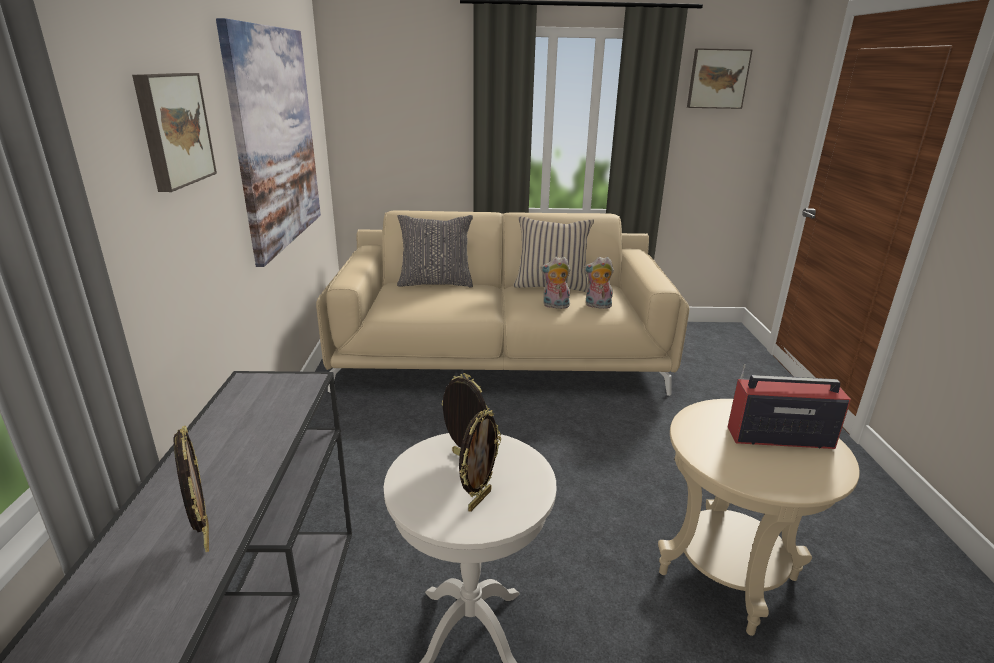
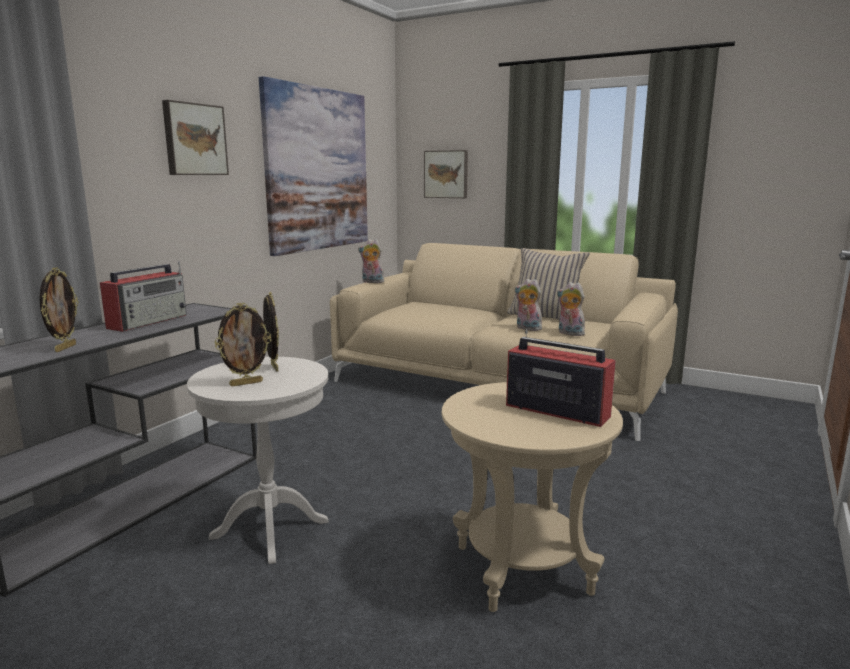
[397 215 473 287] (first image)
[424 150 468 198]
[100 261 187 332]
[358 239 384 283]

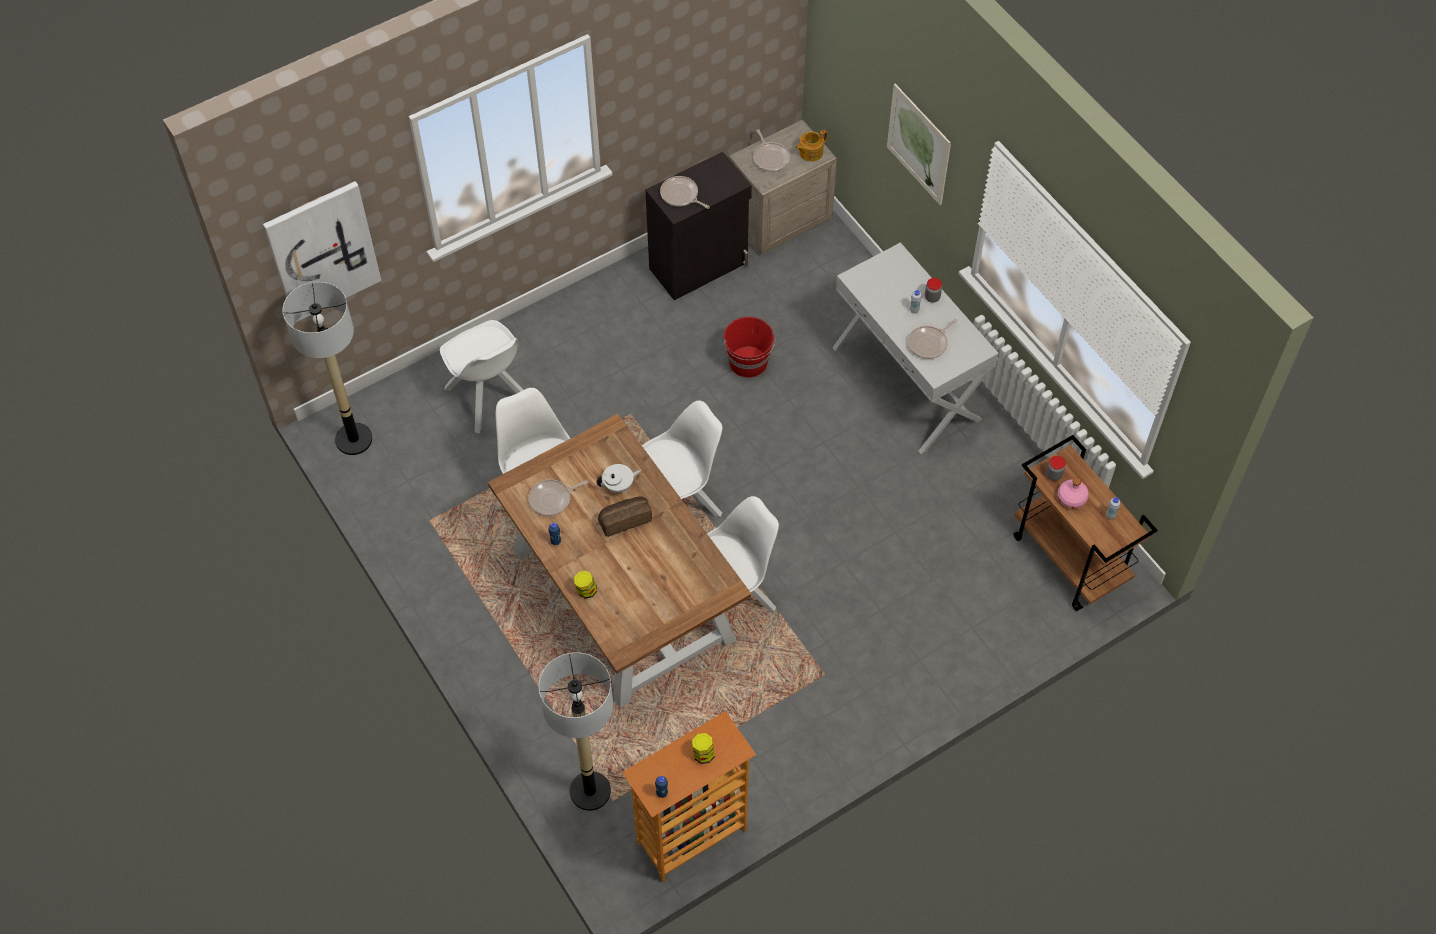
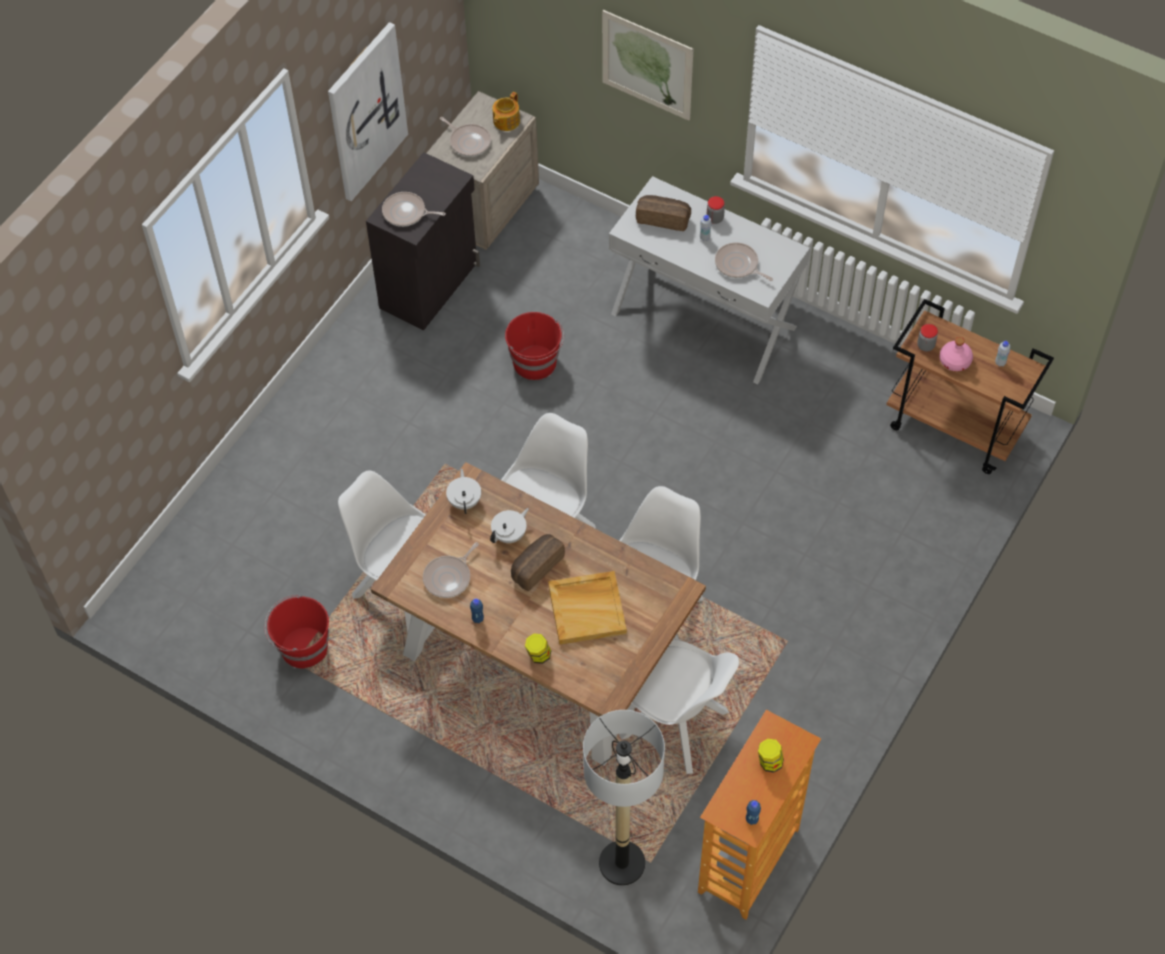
[328 22 408 201]
[283 282 372 455] (first image)
[619 639 739 774]
[715 242 773 281]
[265 595 329 669]
[446 469 481 514]
[548 571 627 645]
[636 195 691 231]

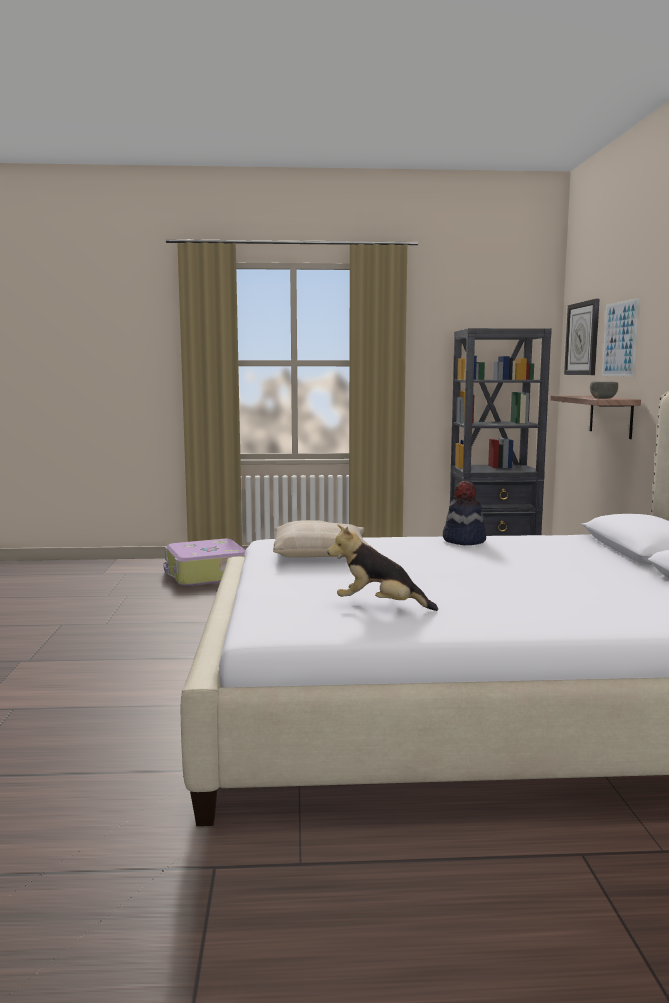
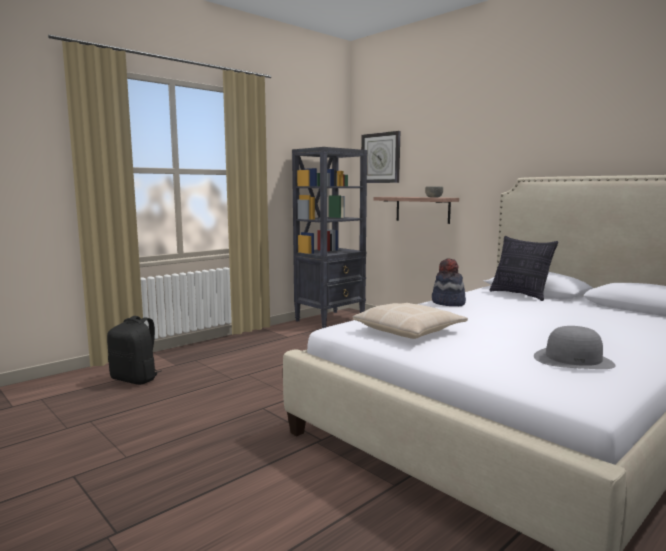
[107 316 162 385]
[534 326 615 369]
[602 298 639 377] (first image)
[489 236 558 301]

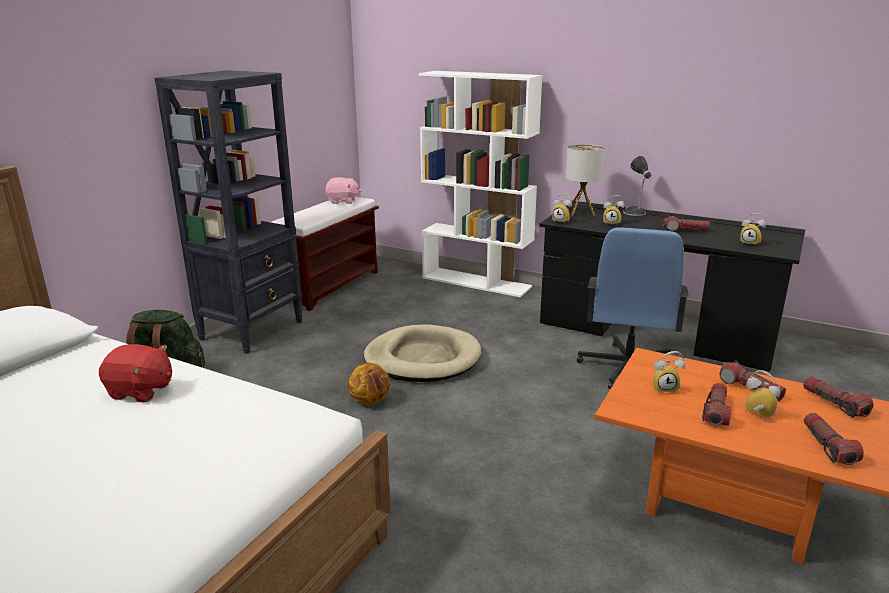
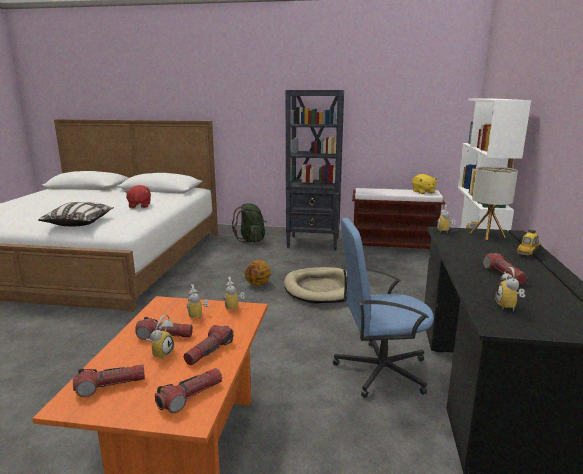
[412 174 438 194]
[224 277 245 310]
[517 229 541 257]
[38 202 114 226]

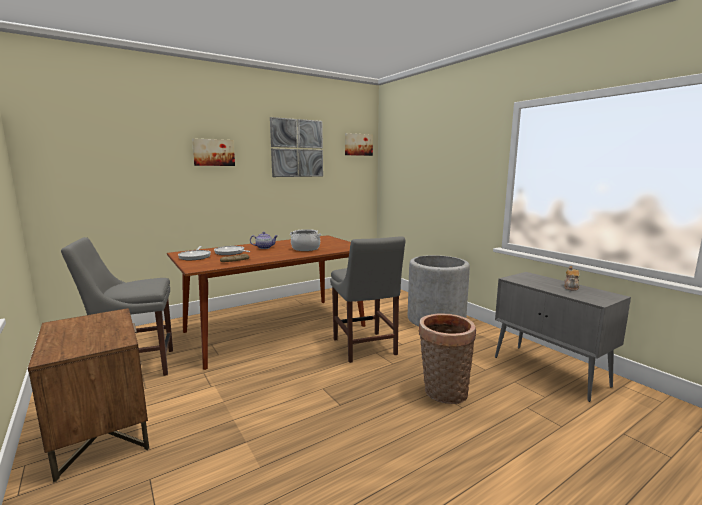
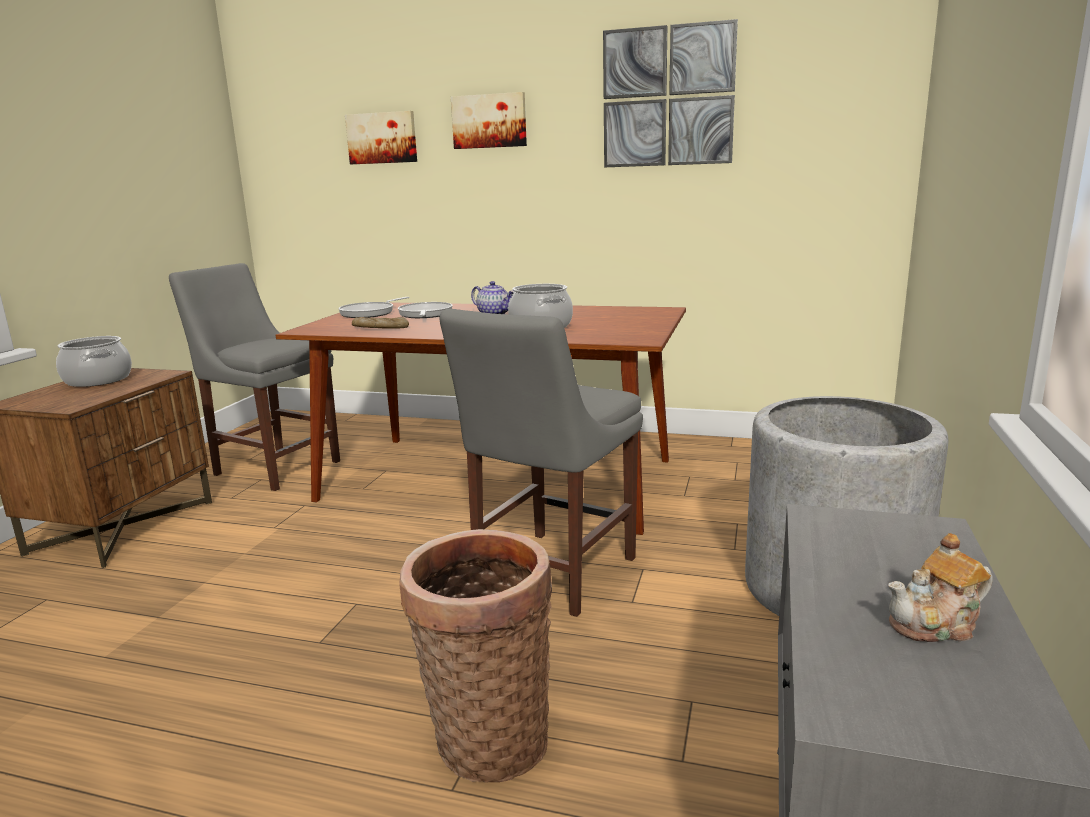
[345 111 417 164]
[56 336 132 387]

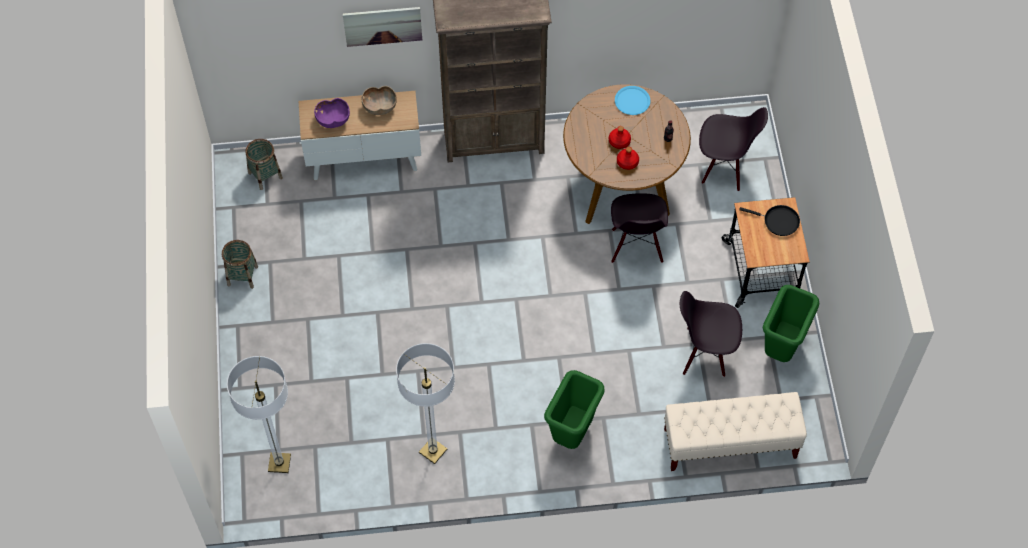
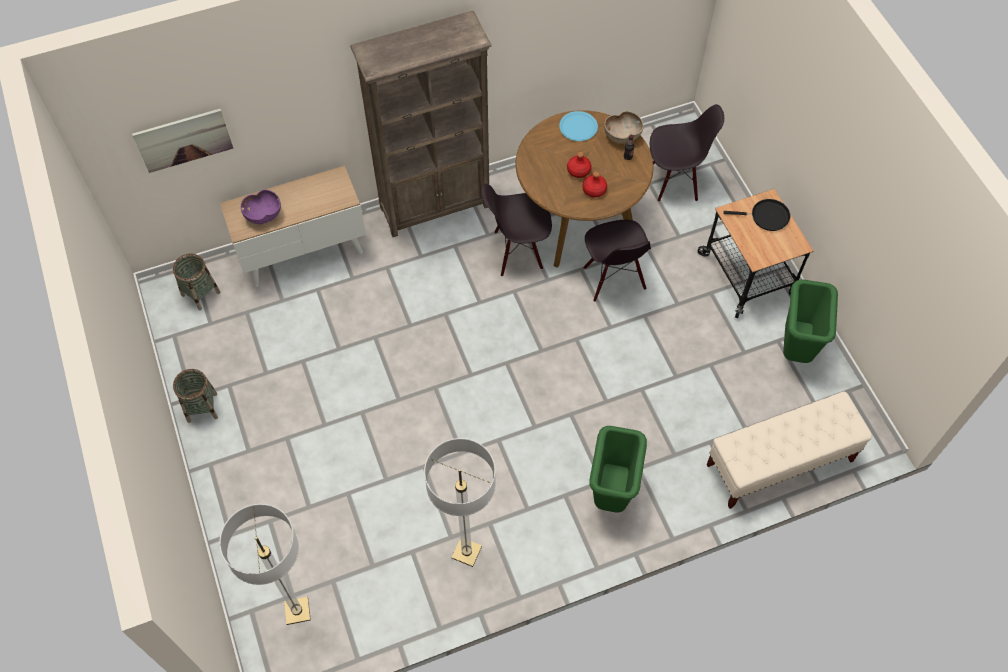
[132 109 233 173]
[604 111 644 144]
[482 183 552 276]

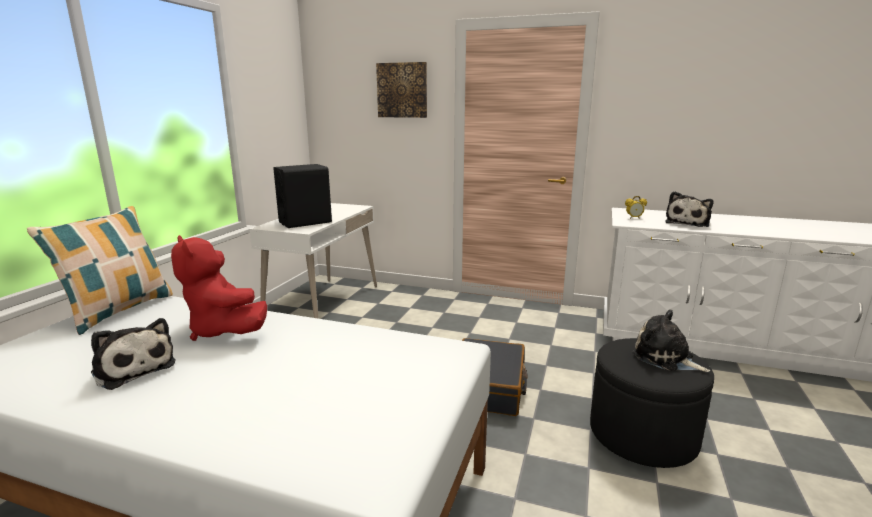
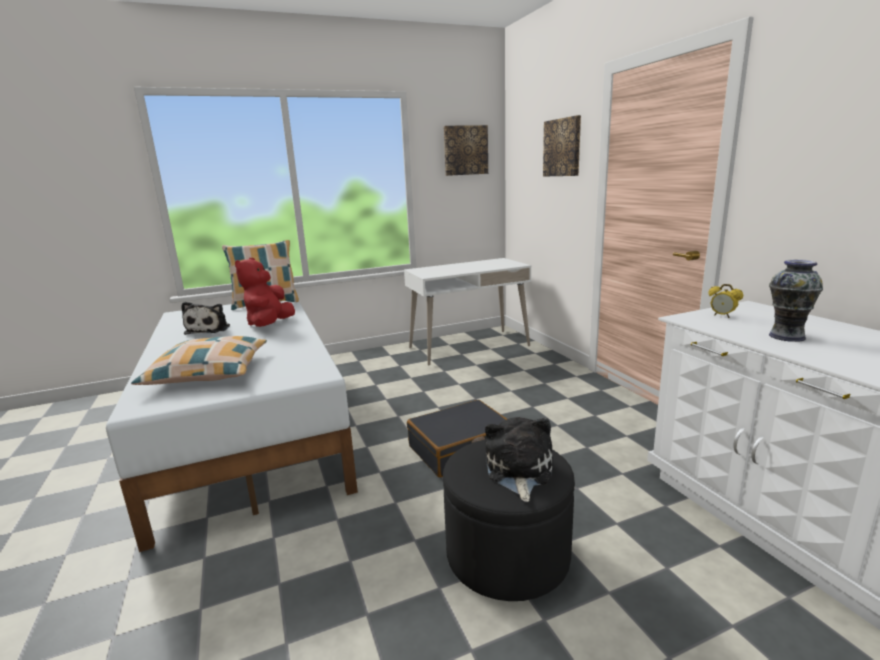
[273 164 332 228] (first image)
[769 259 823 342]
[131 336 267 385]
[444 125 488 176]

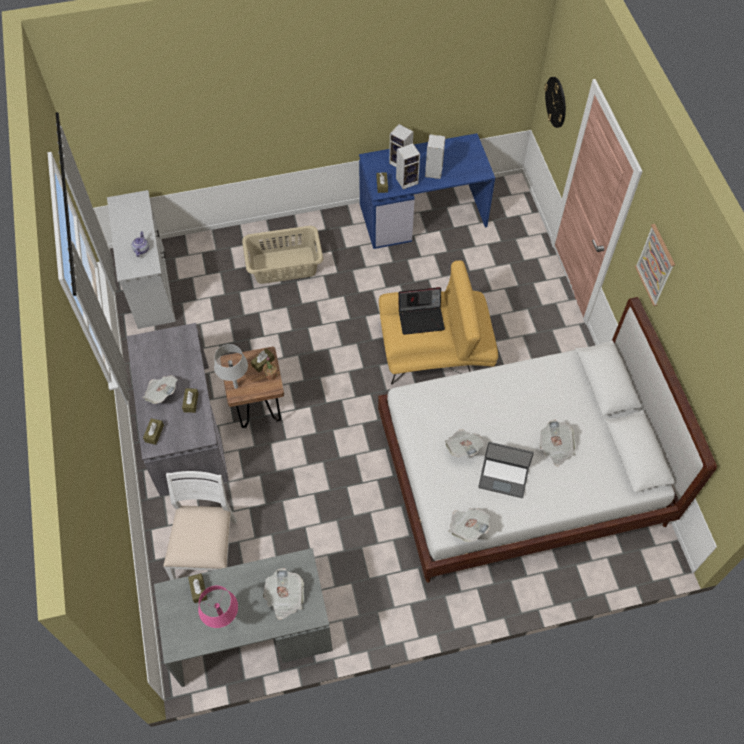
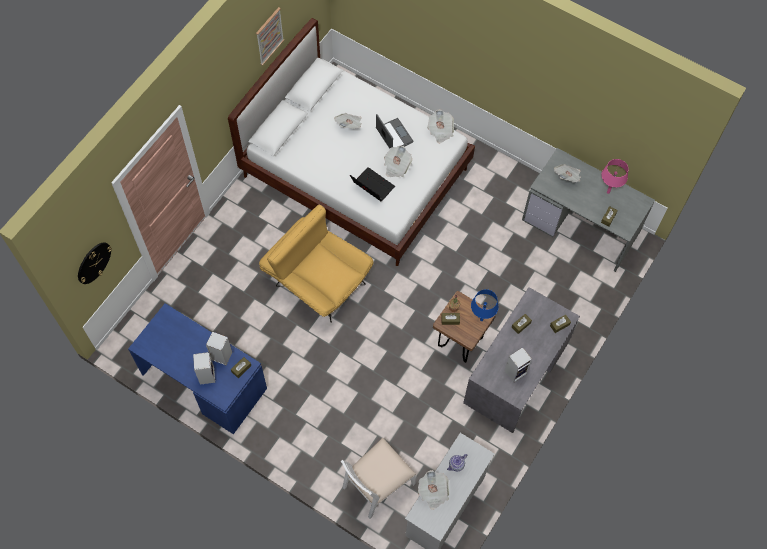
[418 470 449 510]
[341 438 416 519]
[471 289 499 321]
[242 226 323 284] (first image)
[350 167 395 201]
[505 347 532 383]
[256 7 284 66]

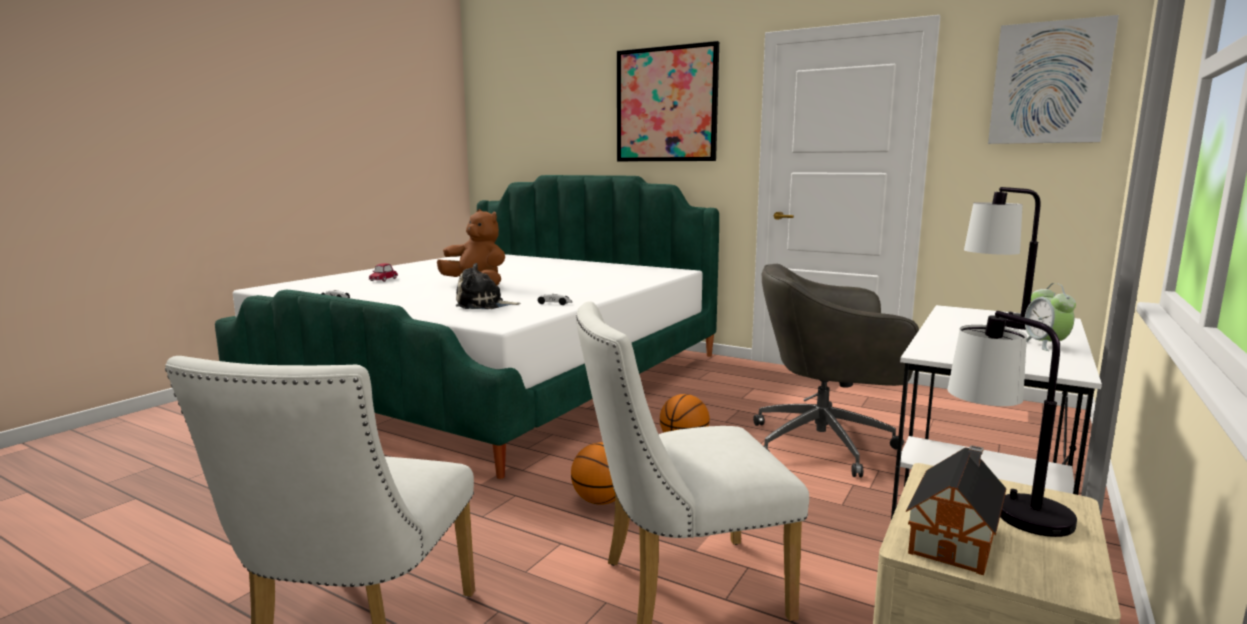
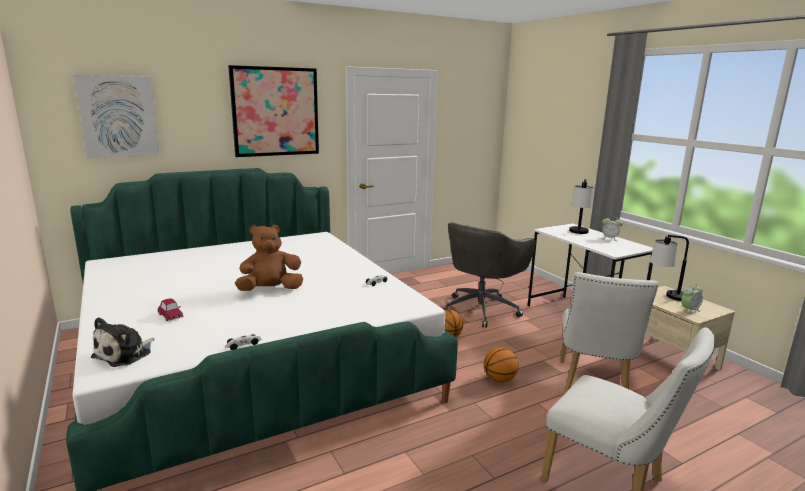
[91 317 155 367]
[681 284 703 314]
[74 75 160 158]

